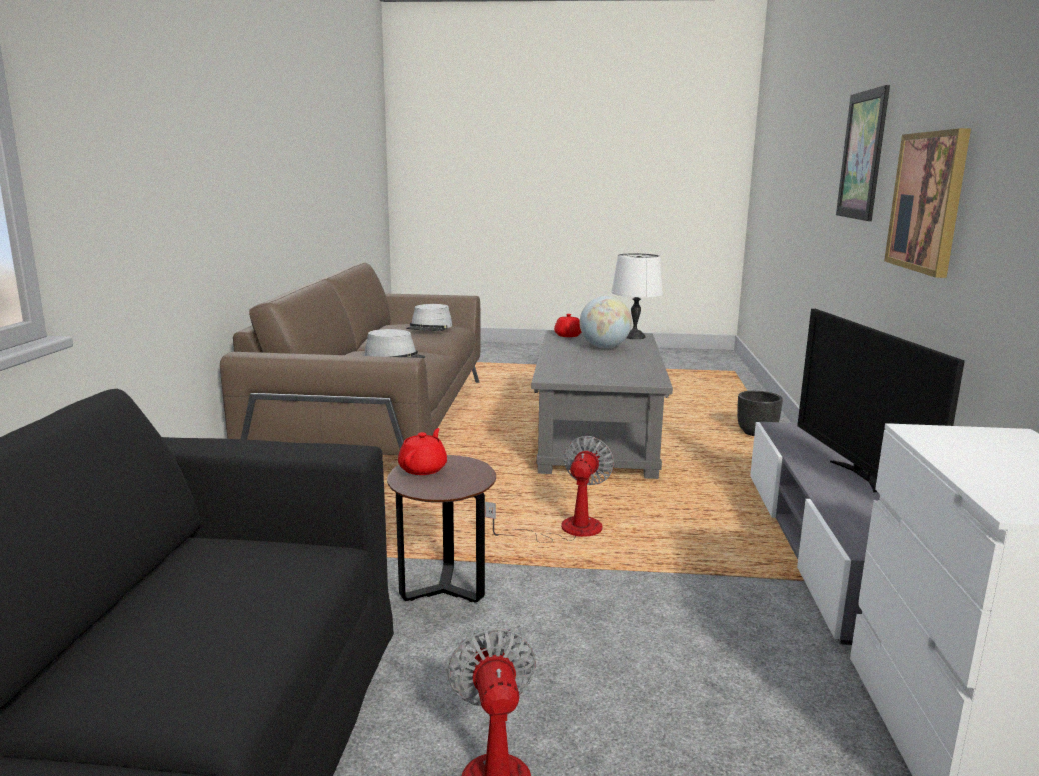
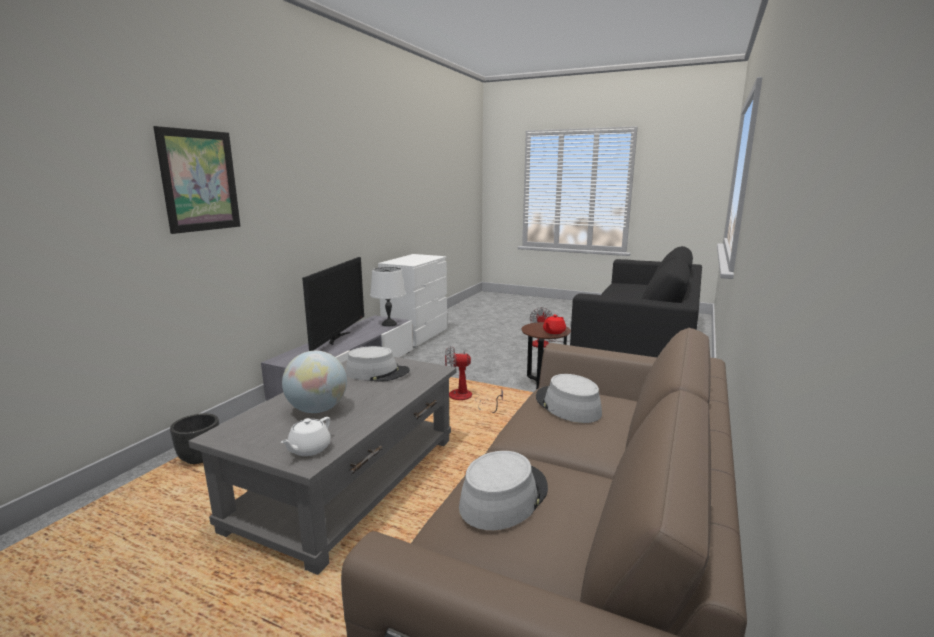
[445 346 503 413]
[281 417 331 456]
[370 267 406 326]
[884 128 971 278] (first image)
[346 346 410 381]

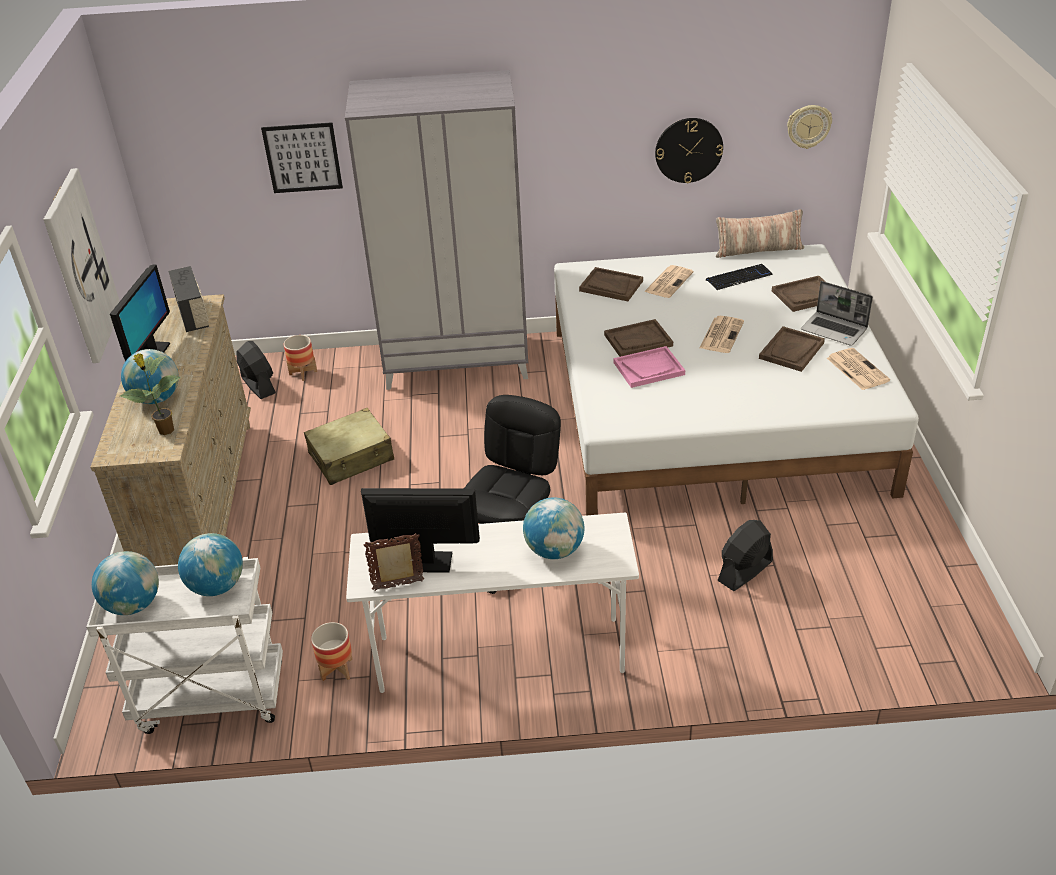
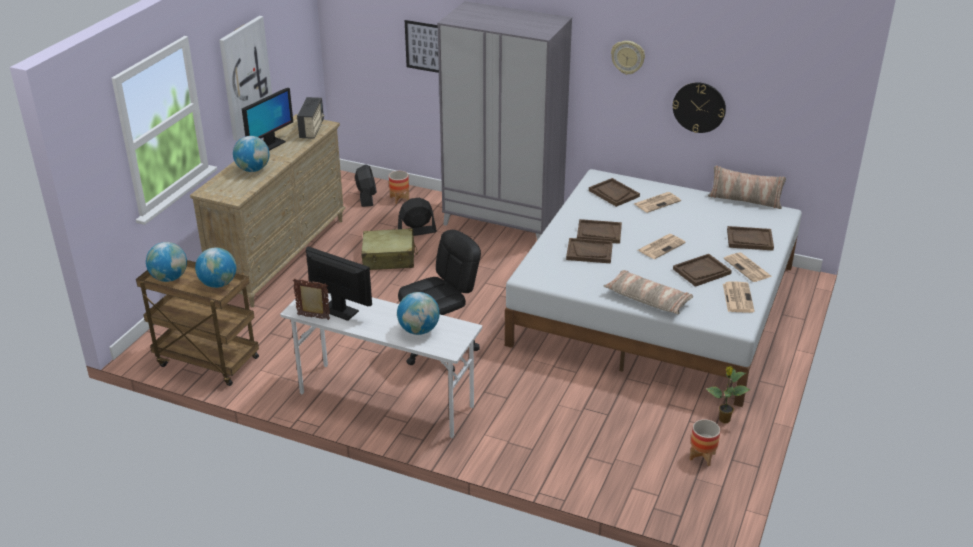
[136 260 259 386]
[706 366 751 423]
[690 419 721 466]
[566 238 613 263]
[706 264 773 290] (first image)
[398 197 437 236]
[611 41 645 75]
[723 252 772 282]
[604 270 693 314]

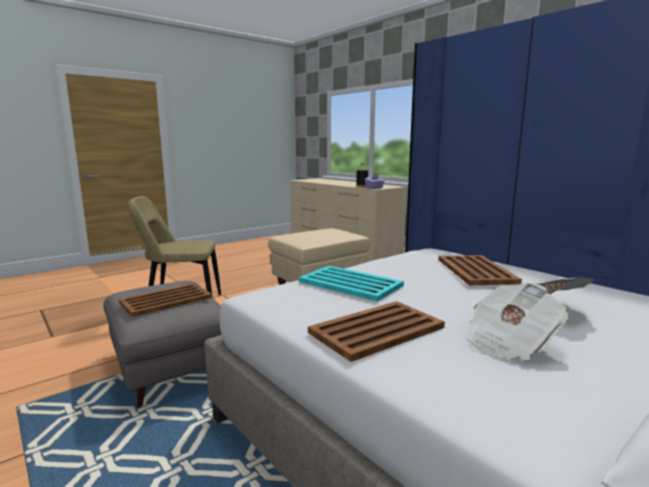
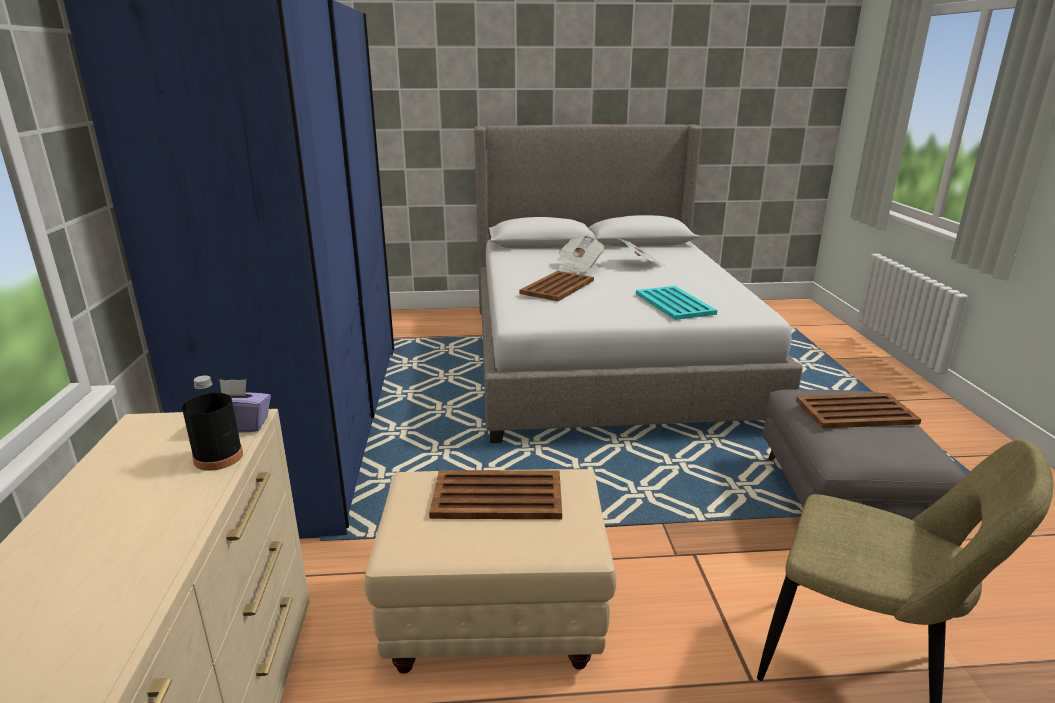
[429 470 562 519]

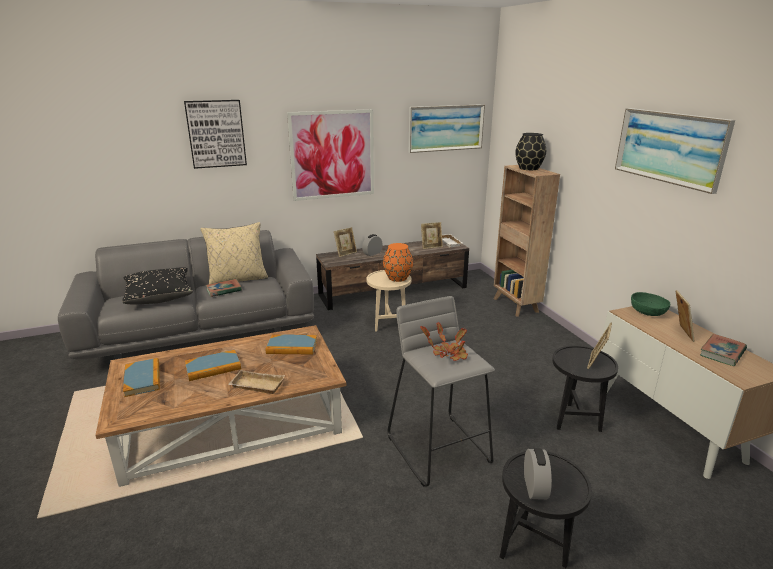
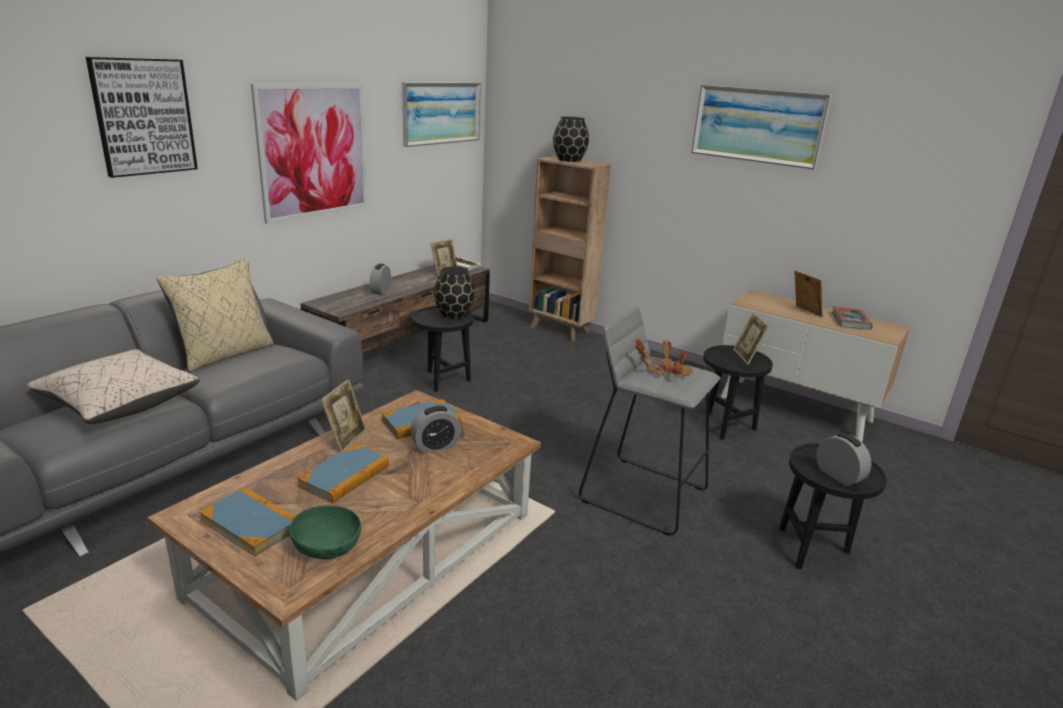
[27 349 200 424]
[206 279 242 297] (first image)
[228 370 285 394] (first image)
[321 379 367 452]
[412 306 474 392]
[434 266 475 319]
[289 506 361 560]
[410 406 461 453]

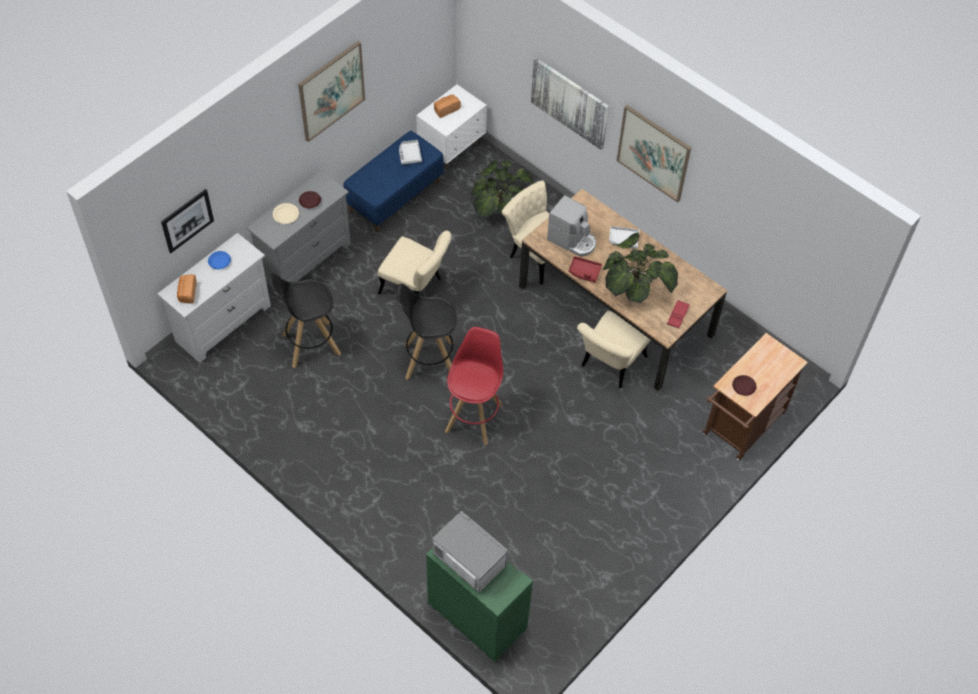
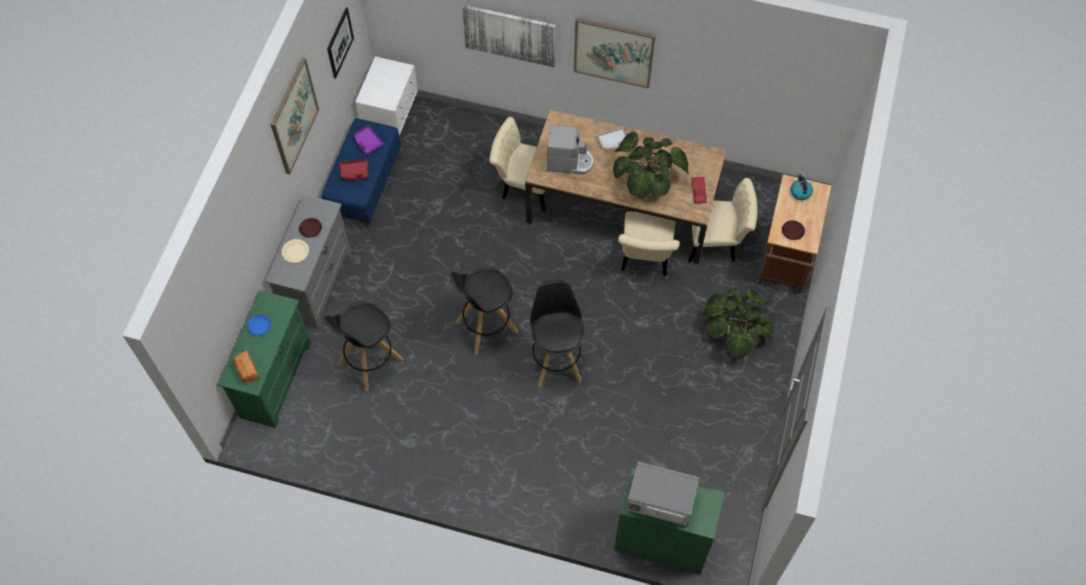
[218 290 311 428]
[327 7 354 79]
[688 178 758 262]
[354 125 384 155]
[434 94 461 118] (first image)
[530 280 584 388]
[702 287 773 359]
[339 159 369 180]
[791 174 813 200]

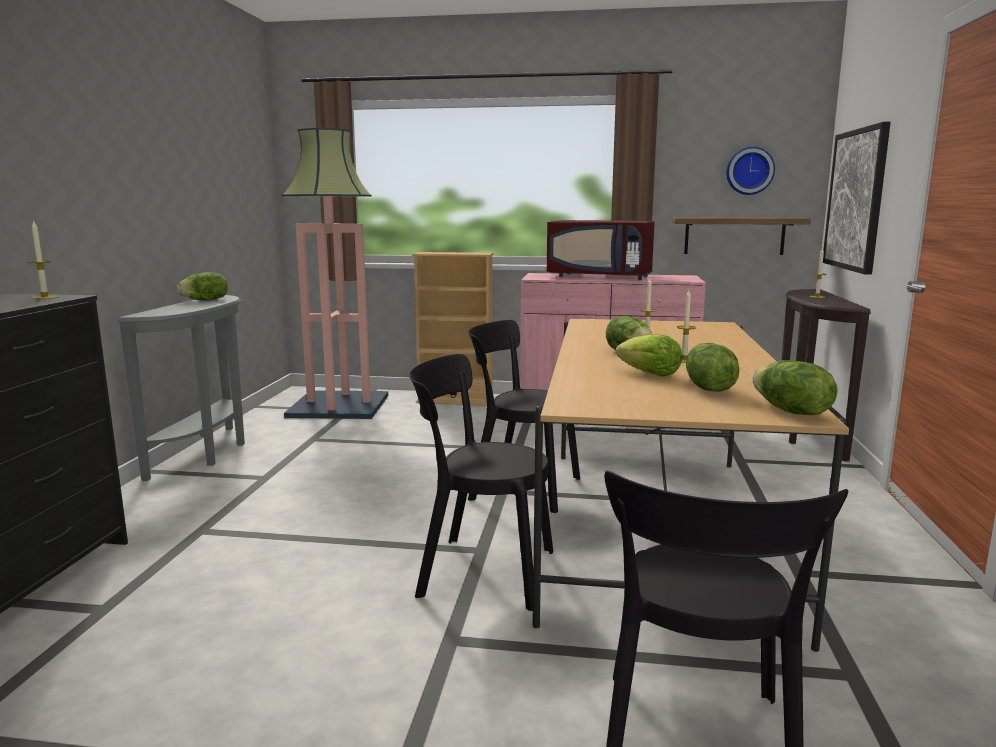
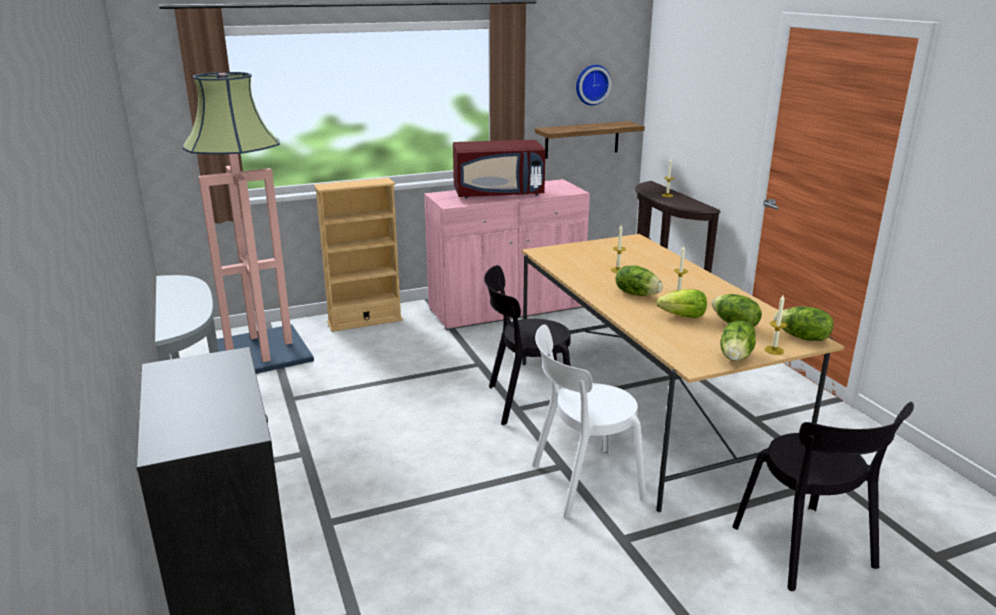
[764 295 787 355]
[720 321 756 361]
[532 324 647 518]
[823 122 891 275] (first image)

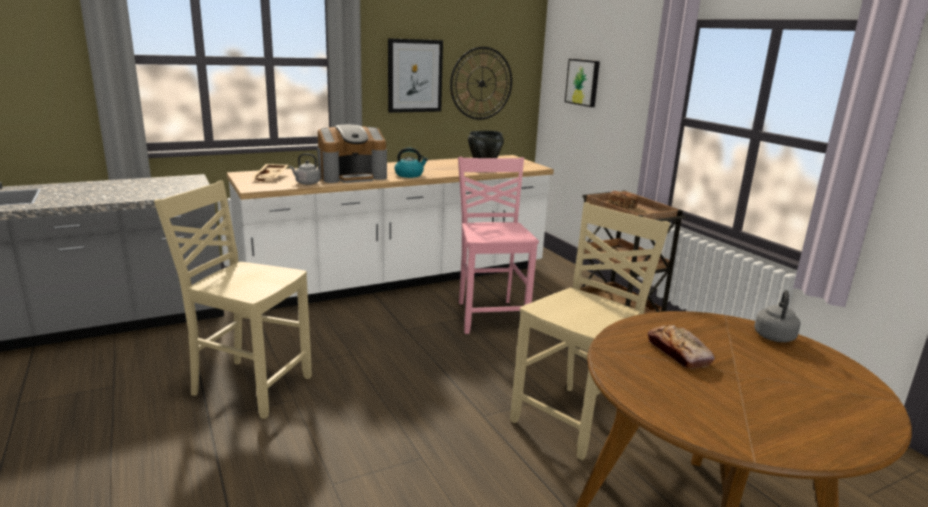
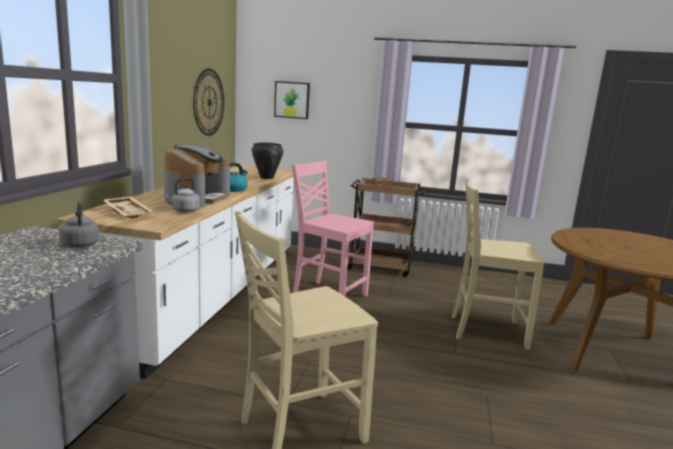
[388 38 443 113] (first image)
[452 179 545 350]
[648 325 715 369] (first image)
[59 201 100 247]

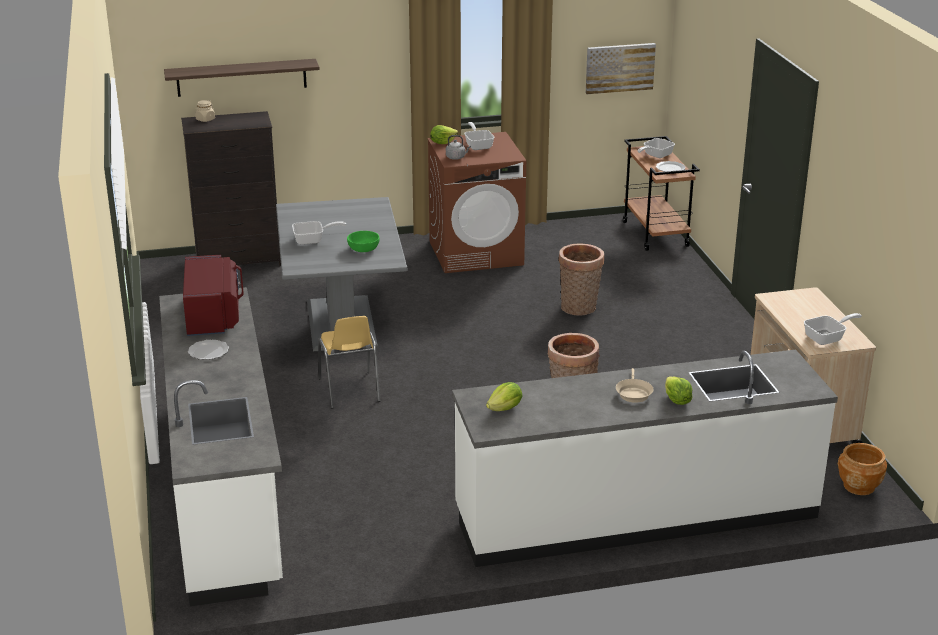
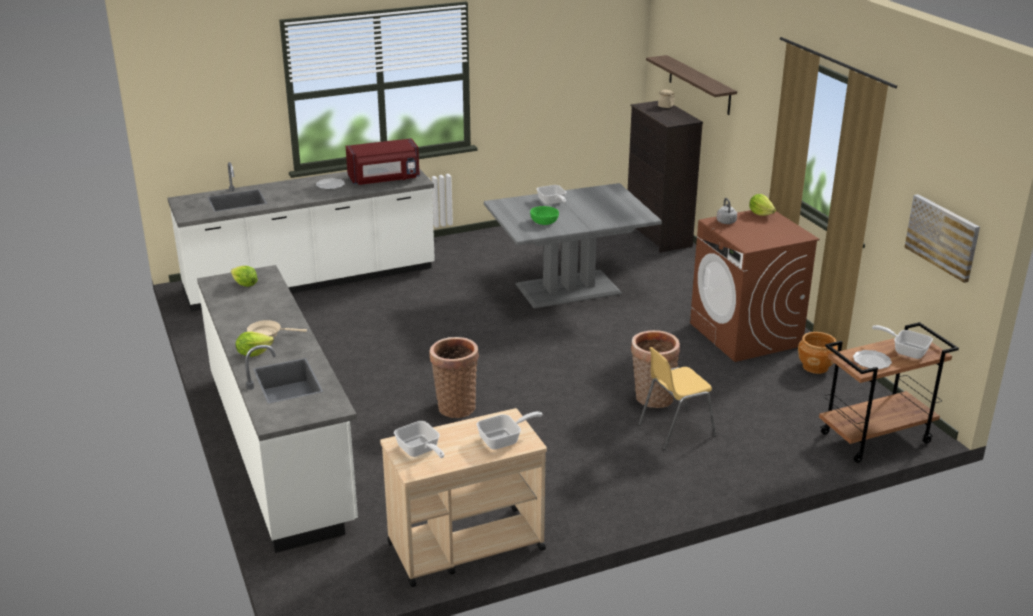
[638 347 716 450]
[476 411 543 450]
[798 332 838 374]

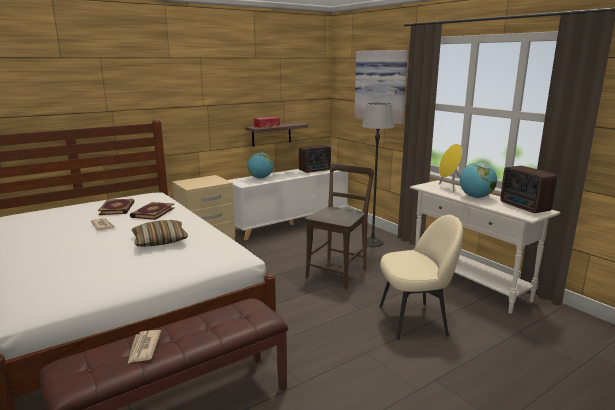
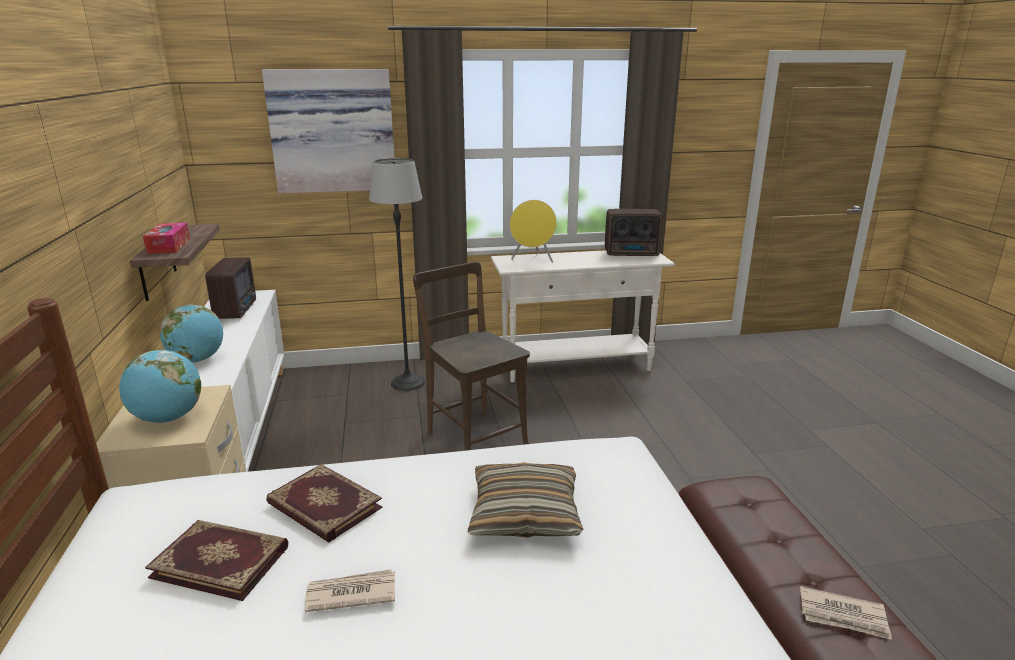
[379 215 463 340] (first image)
[119 350 201 423]

